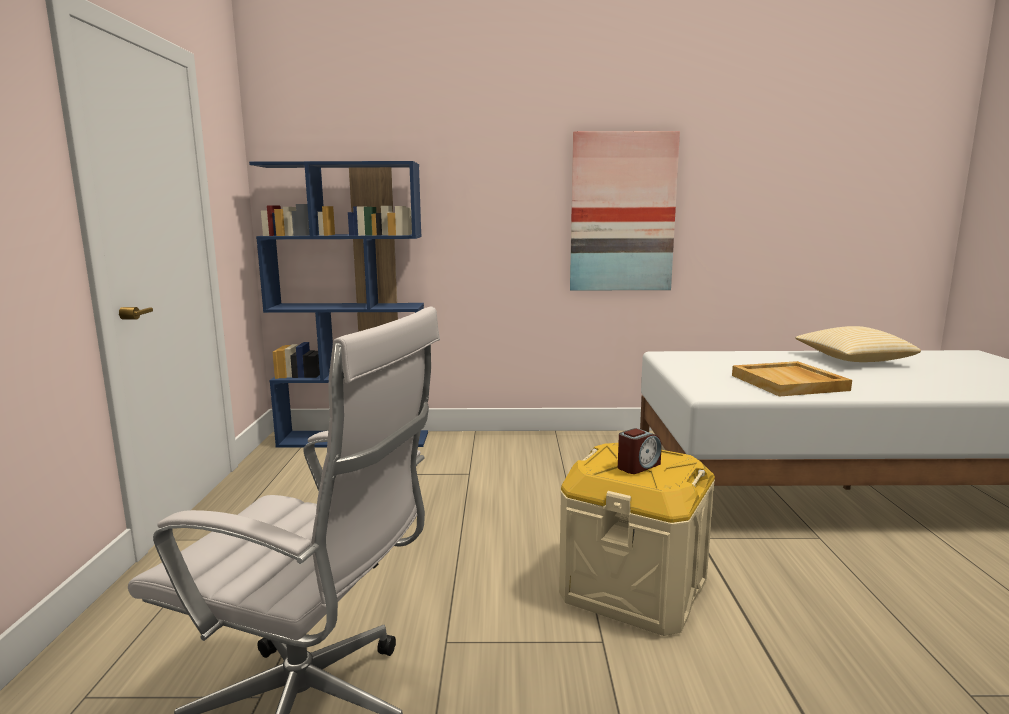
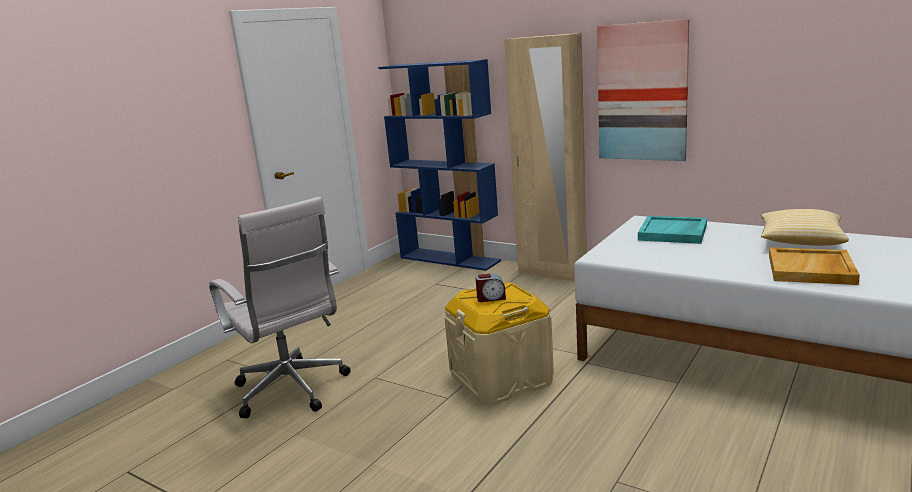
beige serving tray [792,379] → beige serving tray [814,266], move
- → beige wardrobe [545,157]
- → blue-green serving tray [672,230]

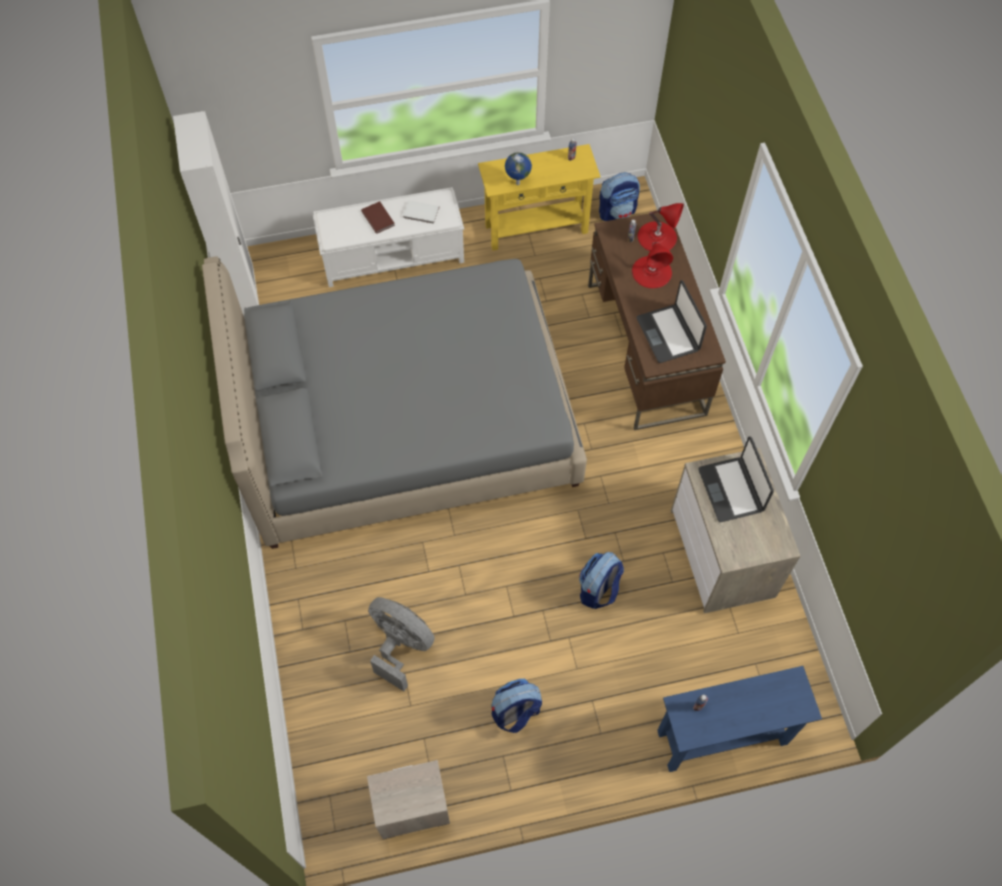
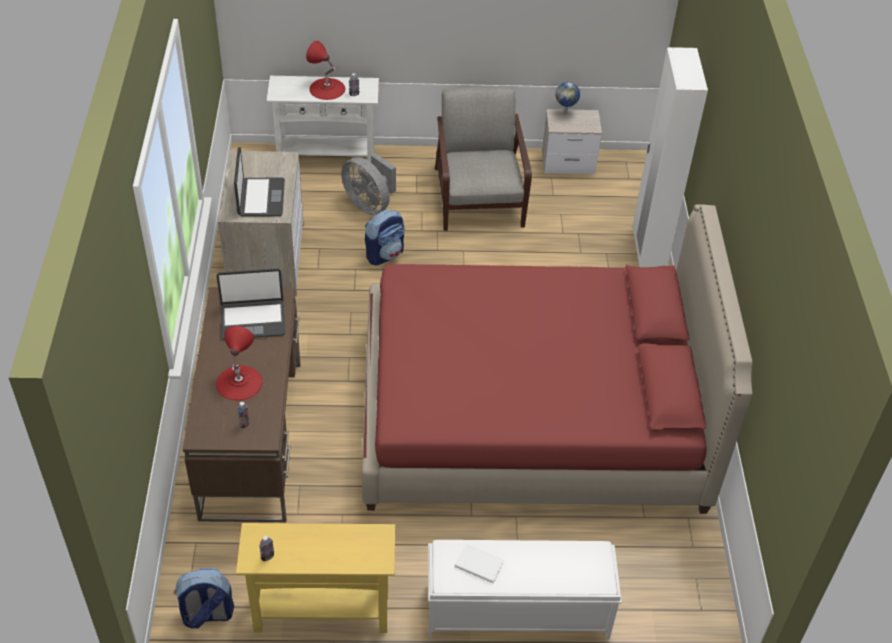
white wardrobe [216,215] → white wardrobe [670,157], move
grey sleeping bed [394,402] → reddish sleeping bed [557,359]
brown-coloured volume [378,217] → -
grey electric fan [401,644] → grey electric fan [368,184], move
knapsack [517,706] → grey lounge chair [483,158]
desk globe [518,168] → desk globe [568,98], move
portable computer [672,321] → portable computer [251,304], 90 degrees clockwise
reddish table lamp [661,227] → reddish table lamp [325,70], move
blue-coloured narrow table [739,719] → white narrow table [322,119]

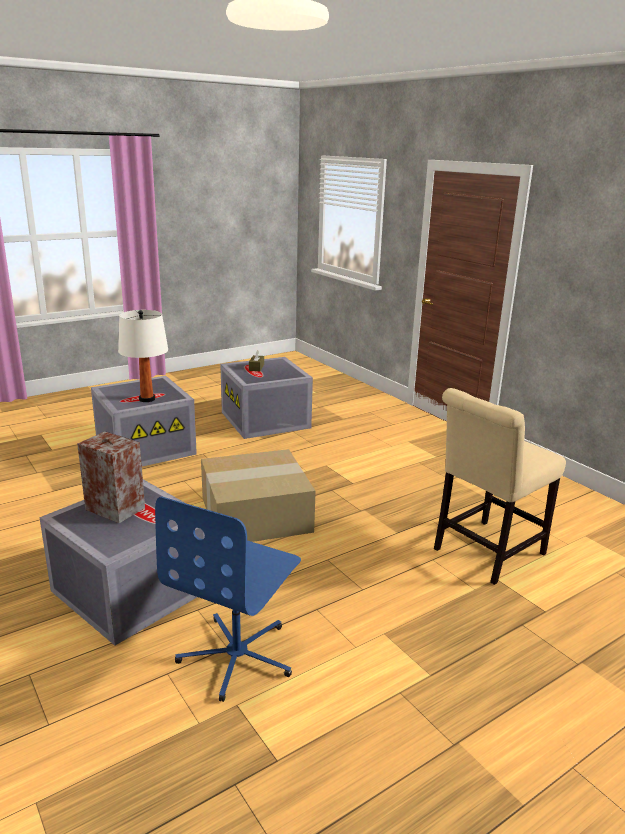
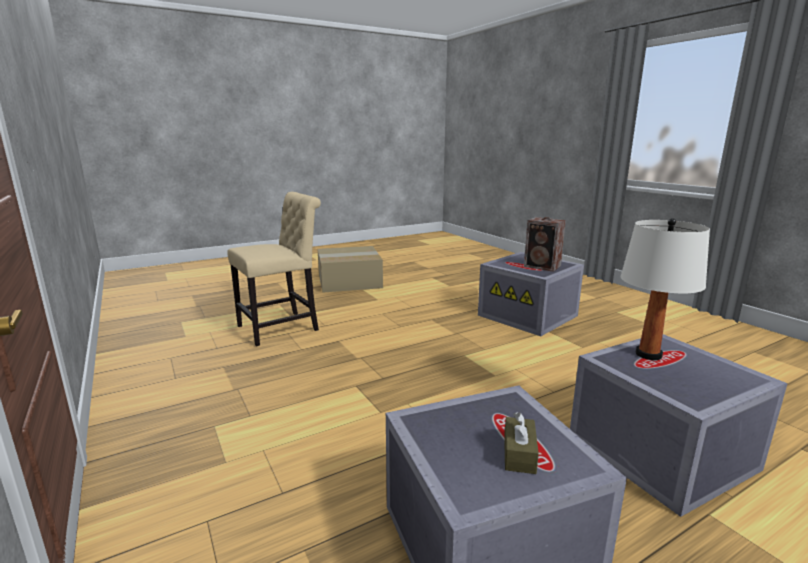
blue-coloured desk chair [228,599] → -
carton [258,495] → carton [350,269], move

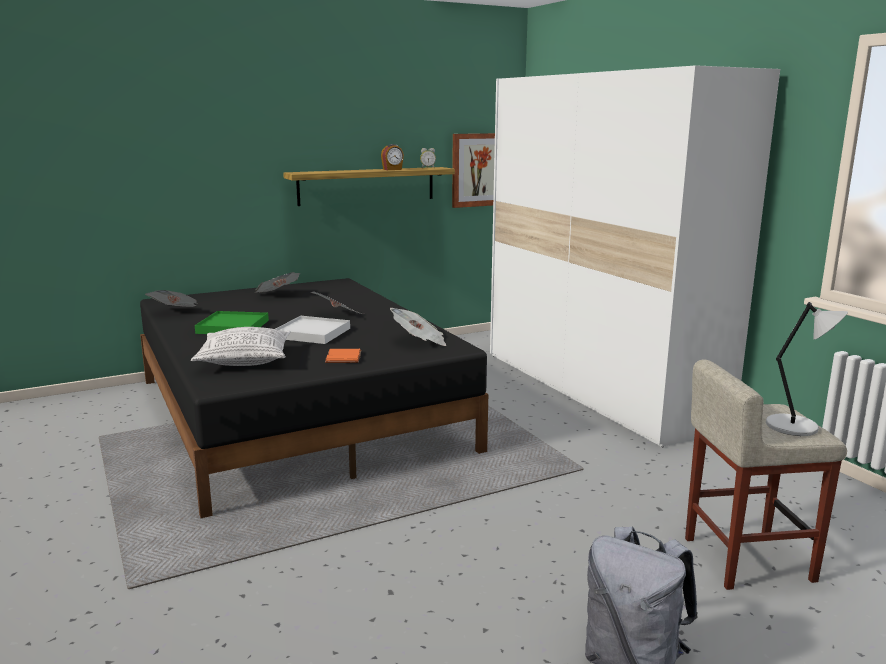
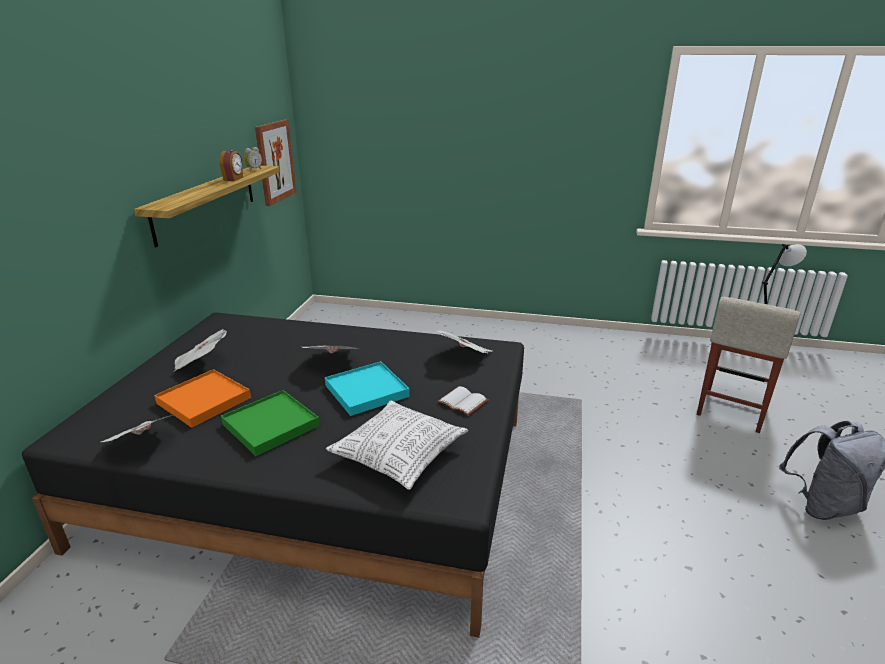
white serving tray [313,330] → blue-green serving tray [367,388]
orange volume [343,356] → white volume [462,401]
white wardrobe [635,256] → -
- → orange serving tray [202,398]

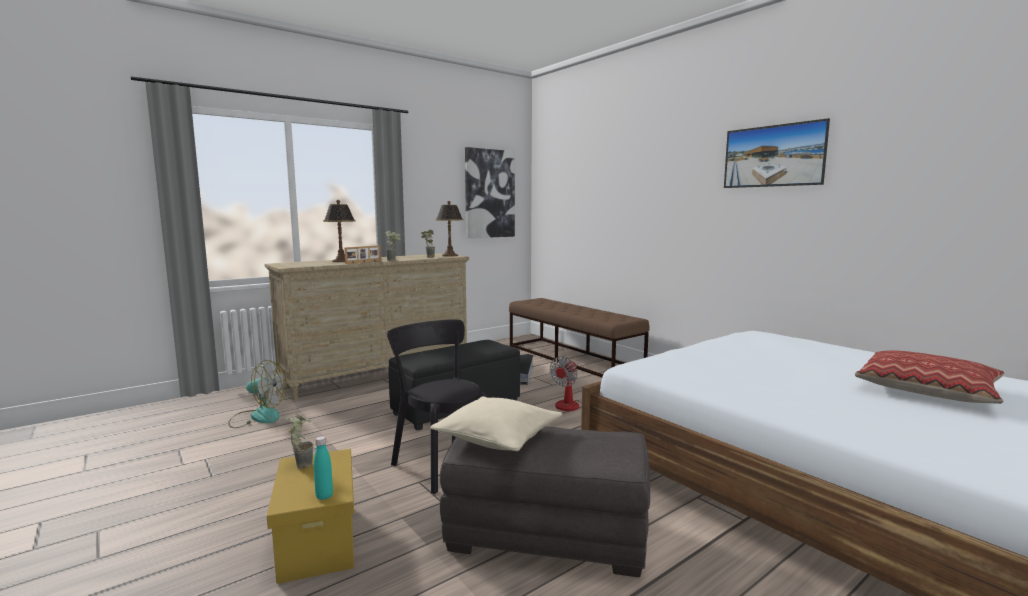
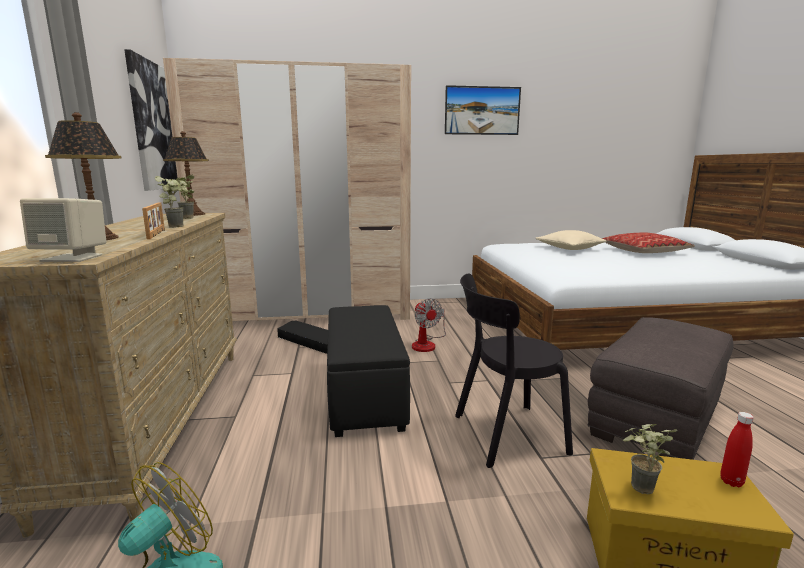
blue-green beverage bottle [323,468] → reddish beverage bottle [737,449]
beige throw pillow [496,423] → beige throw pillow [571,240], move
brown-coloured long seat [579,337] → beige wardrobe [287,189]
- → beige audio speaker [63,230]

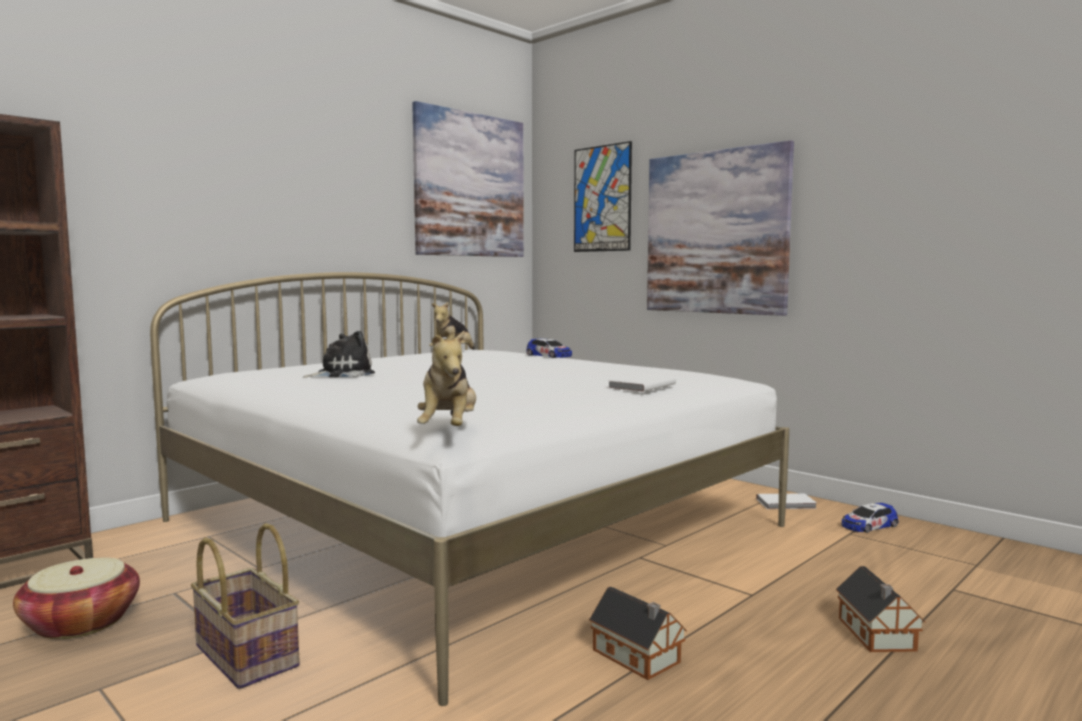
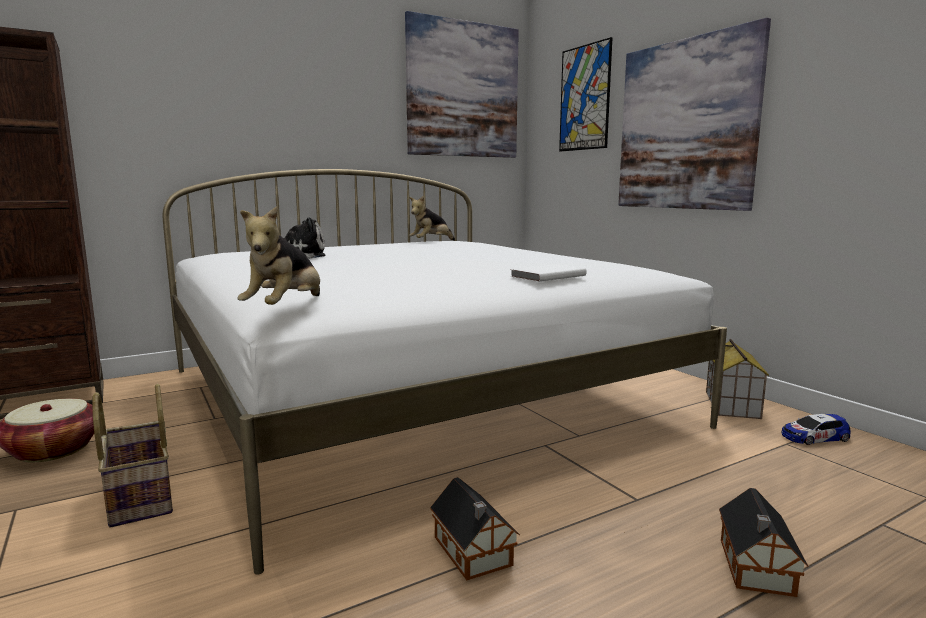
model car [549,348] → -
white volume [786,501] → miniature house [737,379]

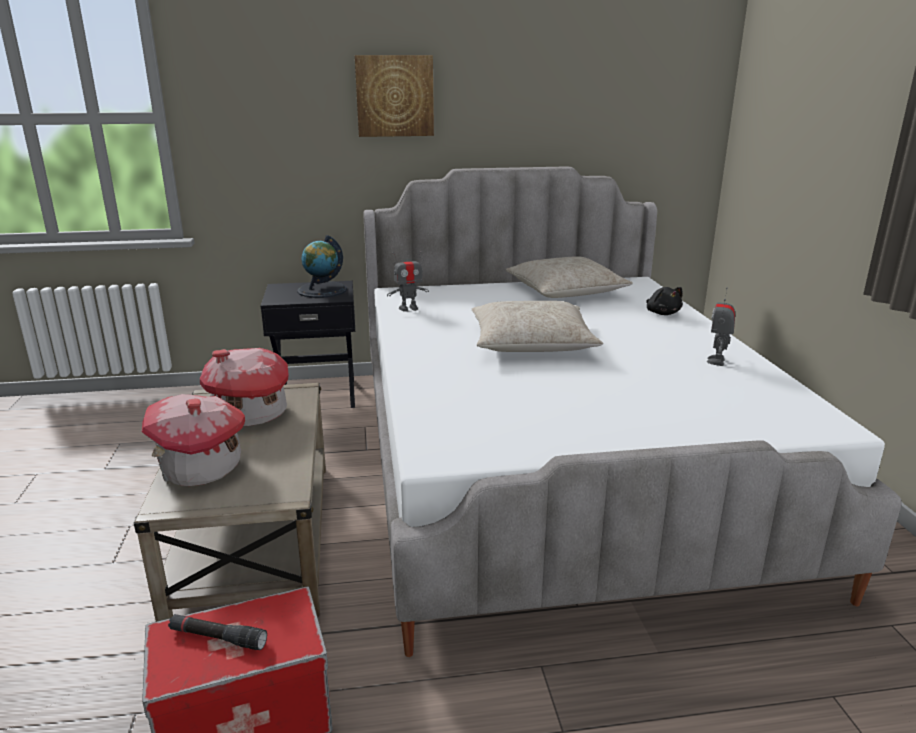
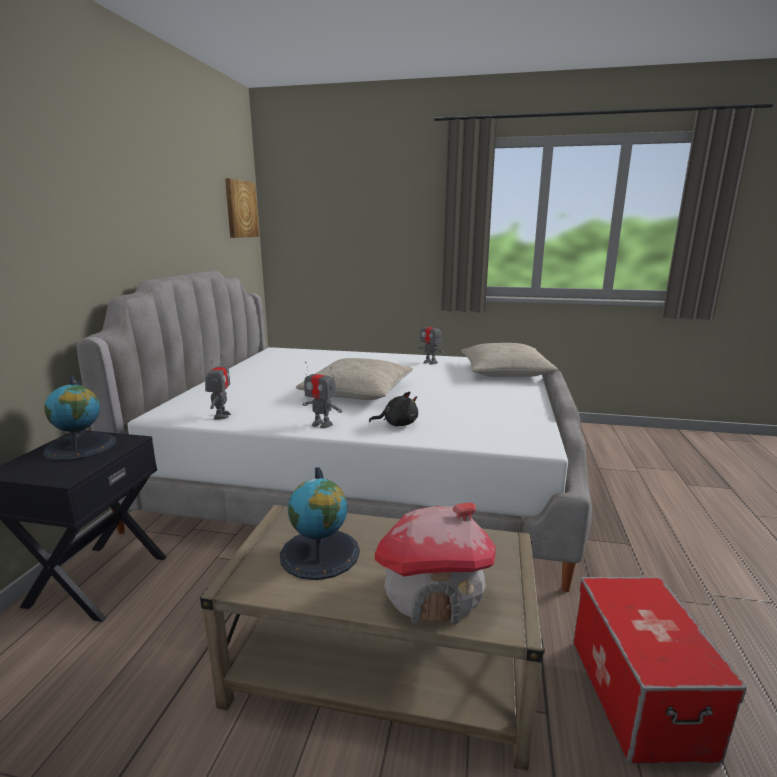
black-coloured torch [217,632] → -
miniature house [244,387] → desk globe [320,523]
wall picture [394,96] → wall picture [242,208], move
beige throw pillow [569,277] → beige throw pillow [509,360], move
black-coloured soft toy [664,301] → black-coloured soft toy [393,409], move
- → robot figure [322,395]

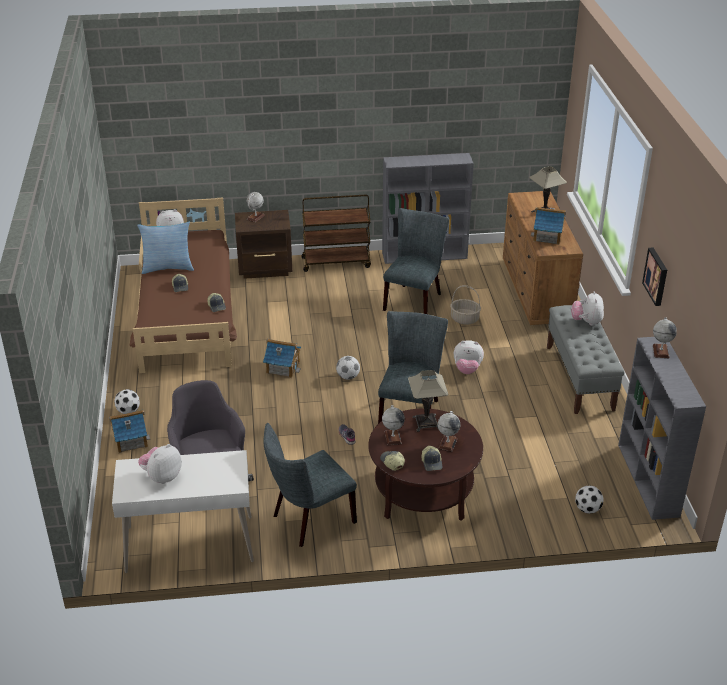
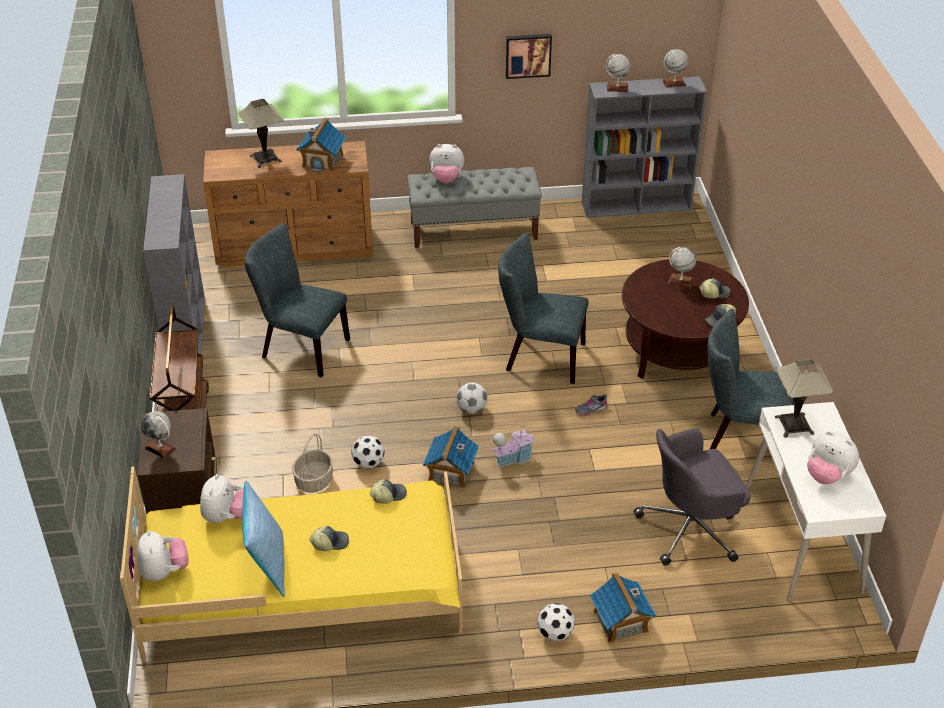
brown-coloured sleeping bed [183,285] → yellow-coloured sleeping bed [291,565]
grey chair [310,485] → grey chair [751,379], 135 degrees clockwise
desk globe [393,425] → desk globe [675,68], move
table lamp [428,401] → table lamp [804,398], move
household basket [465,304] → household basket [312,463], move
soft toy [469,357] → soft toy [222,498], move
ball for football [589,499] → ball for football [368,452], move
- → miniature house [514,446]

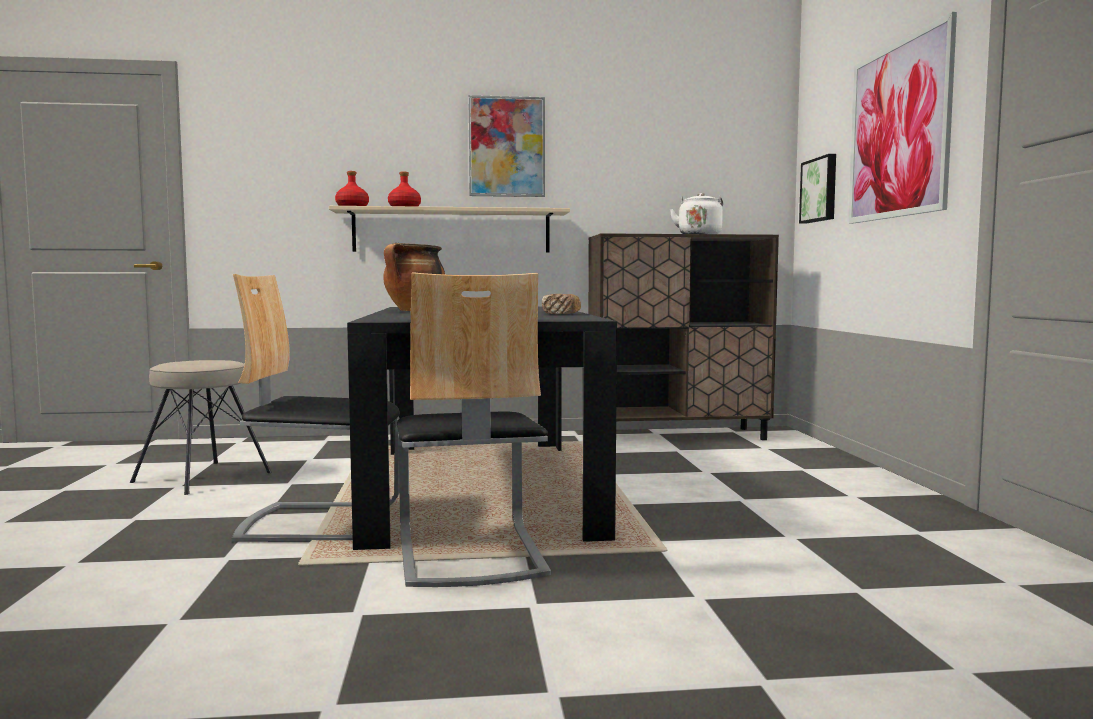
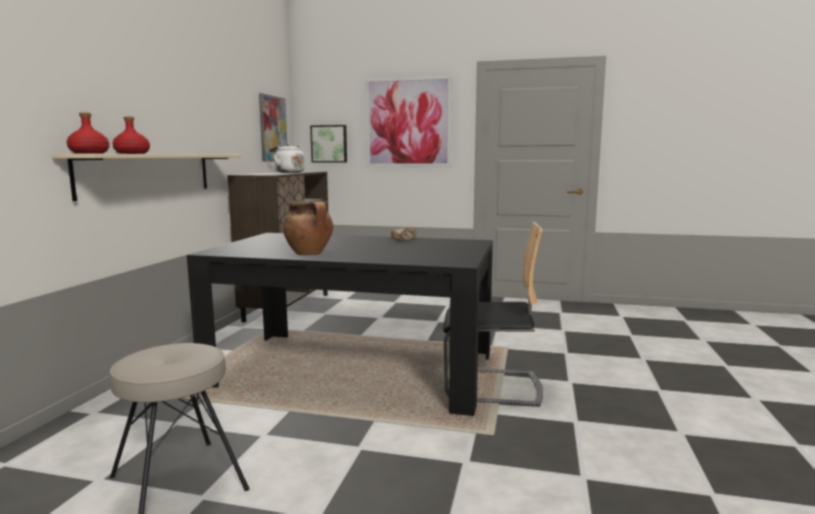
chair [316,408] → -
wall picture [506,146] → wall picture [273,127], move

